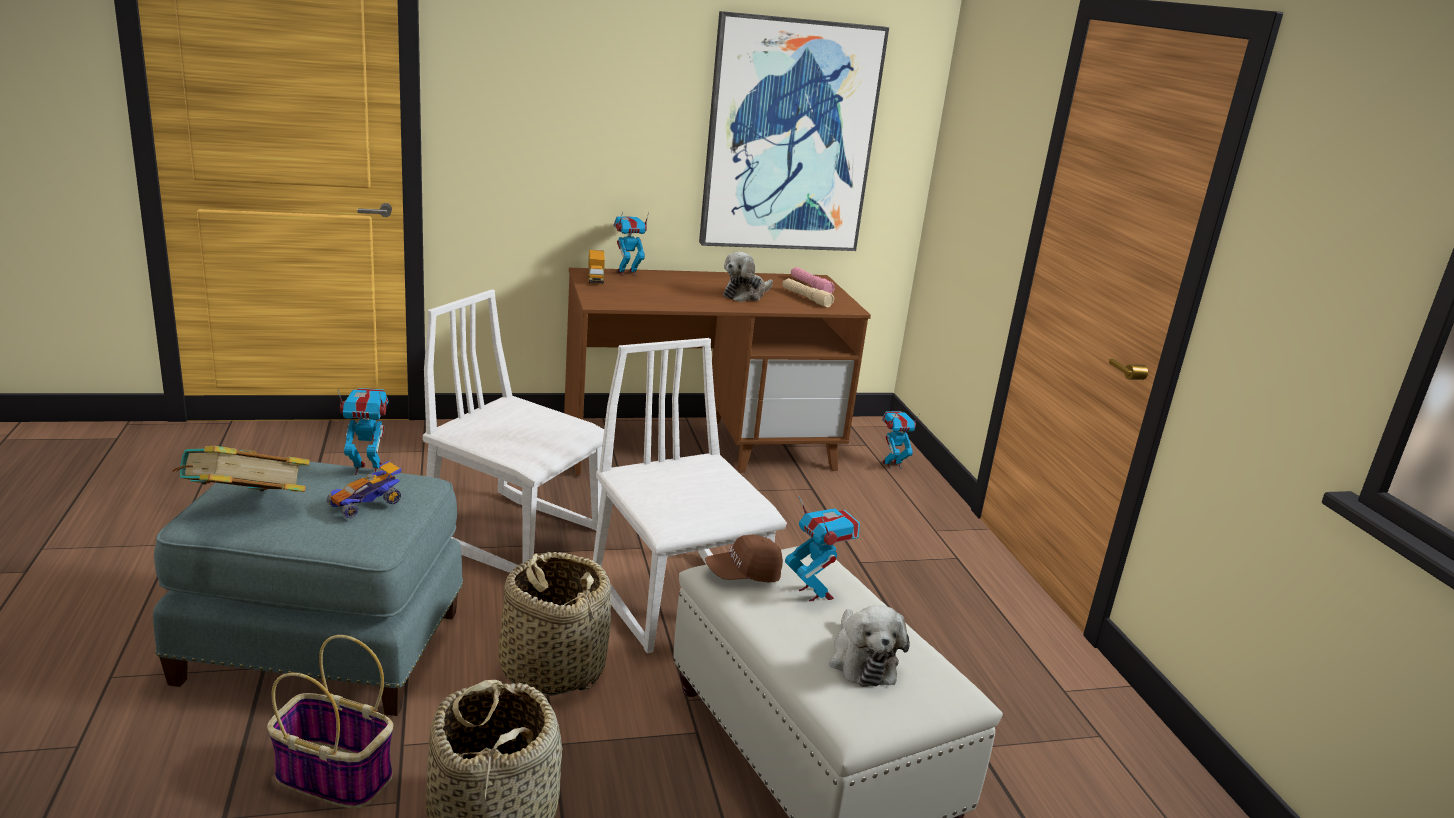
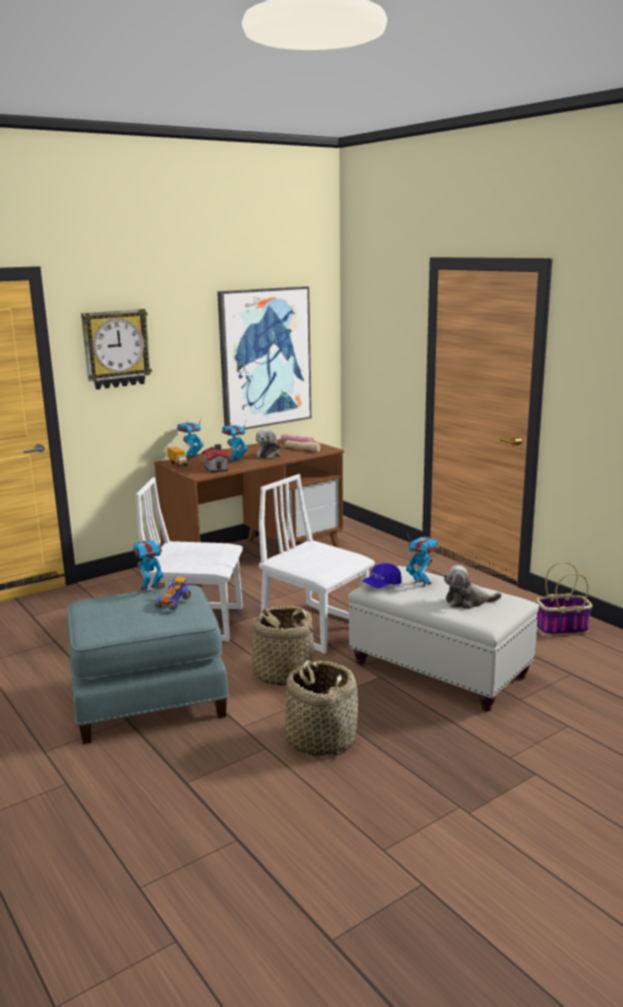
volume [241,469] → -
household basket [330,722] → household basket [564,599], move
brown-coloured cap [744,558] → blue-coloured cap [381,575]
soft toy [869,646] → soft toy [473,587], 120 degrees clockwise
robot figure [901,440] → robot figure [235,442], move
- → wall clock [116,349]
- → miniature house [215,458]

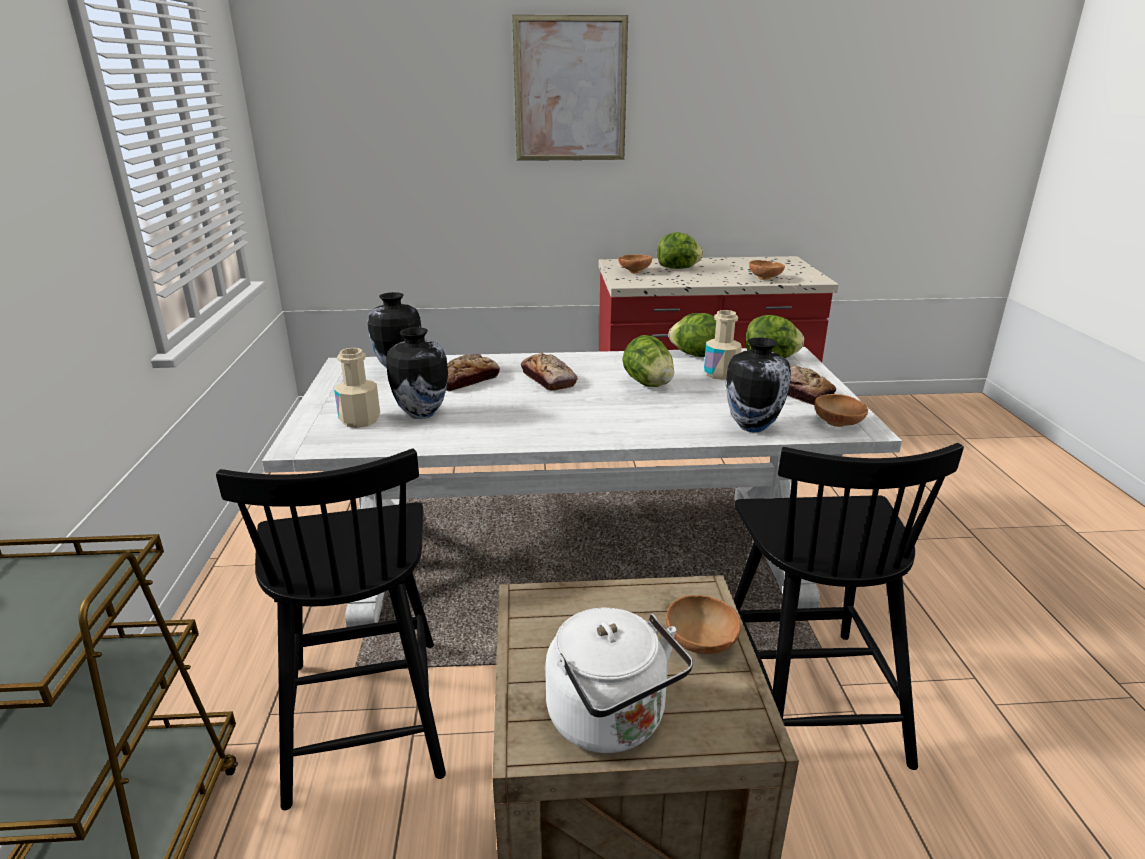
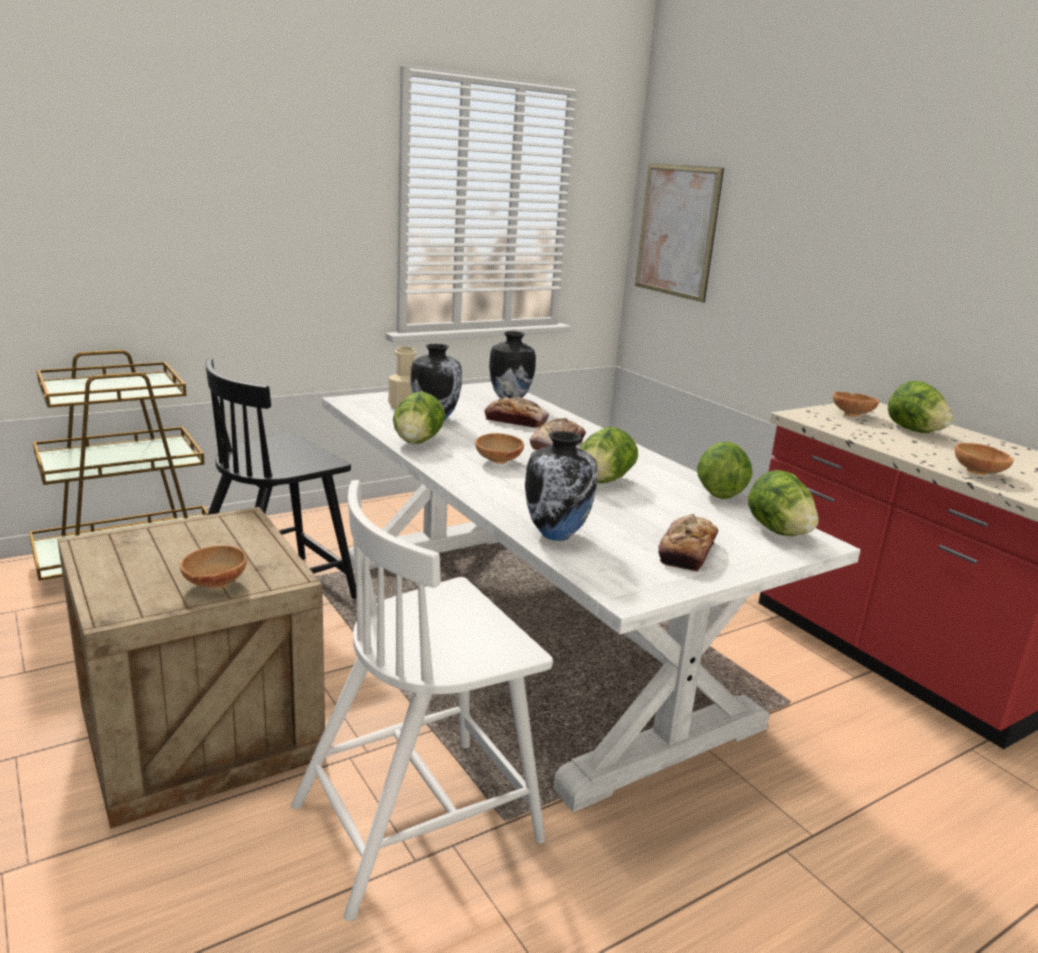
wall picture [570,88] → wall picture [679,233], move
white kettle [619,680] → -
beige beverage bottle [723,345] → -
black-coloured chair [848,606] → white chair [422,700]
brown-coloured bowl [841,410] → brown-coloured bowl [499,448], move
- → lettuce [419,417]

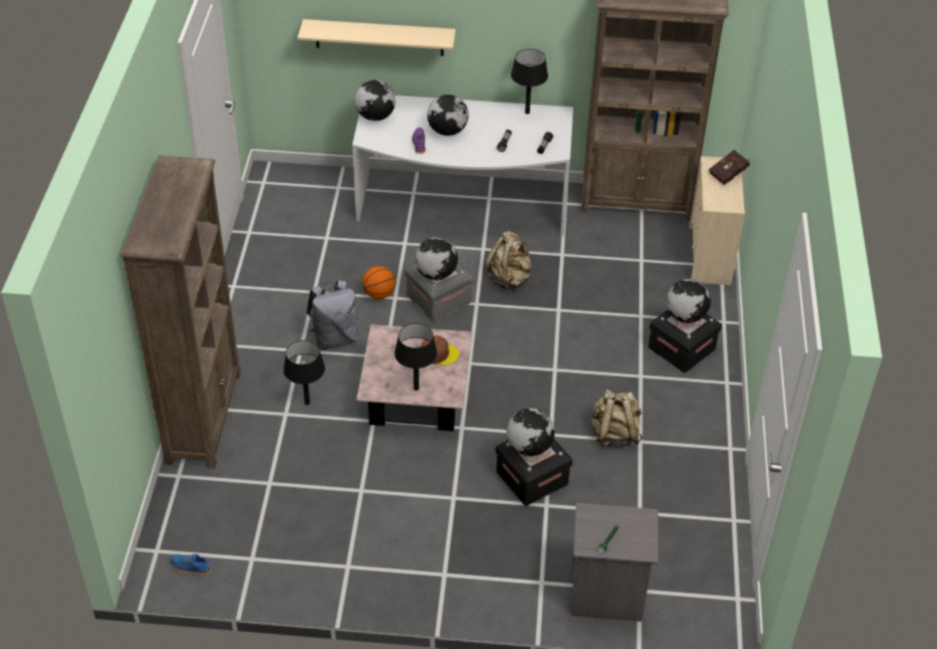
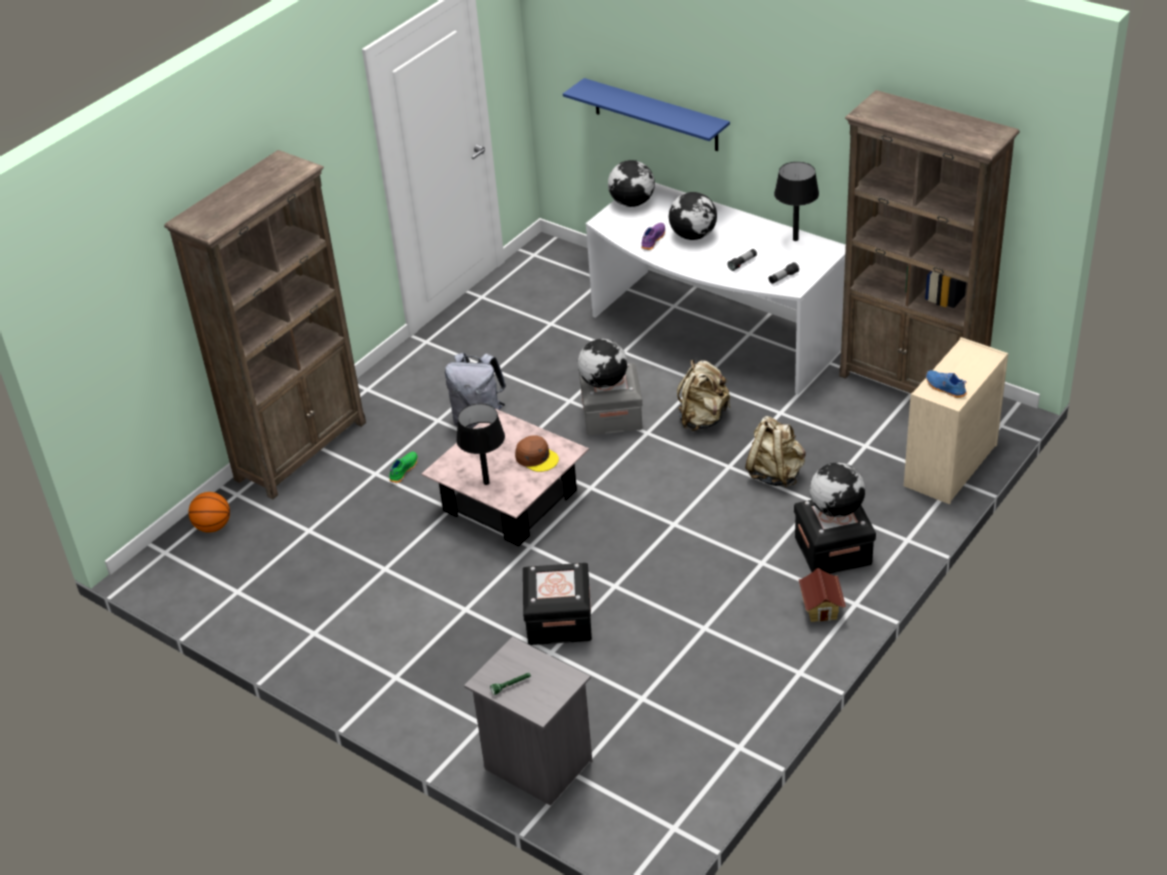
blue-coloured low shoe [191,564] → blue-coloured low shoe [946,384], move
black-coloured table lamp [304,372] → green-coloured low shoe [403,467]
beige bracket shelf [376,37] → blue-coloured bracket shelf [646,114]
basketball ball [378,282] → basketball ball [209,512], move
desk globe [530,432] → -
beige knapsack [617,418] → beige knapsack [775,451], move
reddish volume [729,167] → -
- → miniature house [822,595]

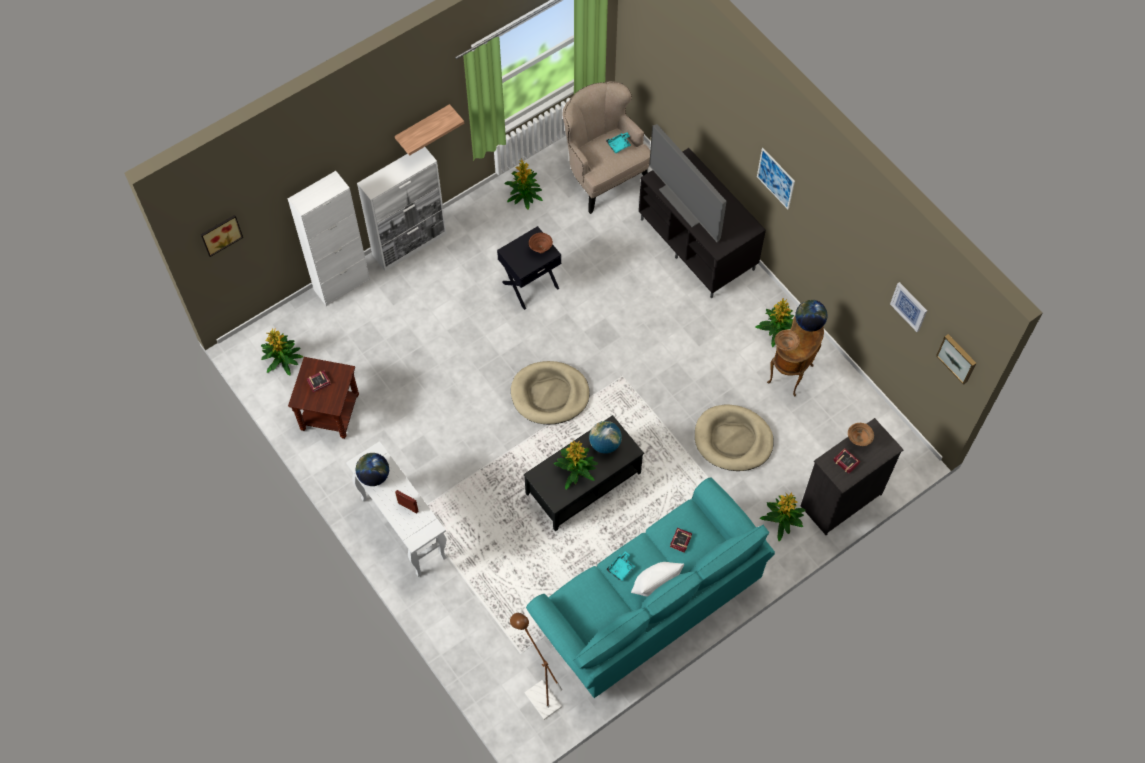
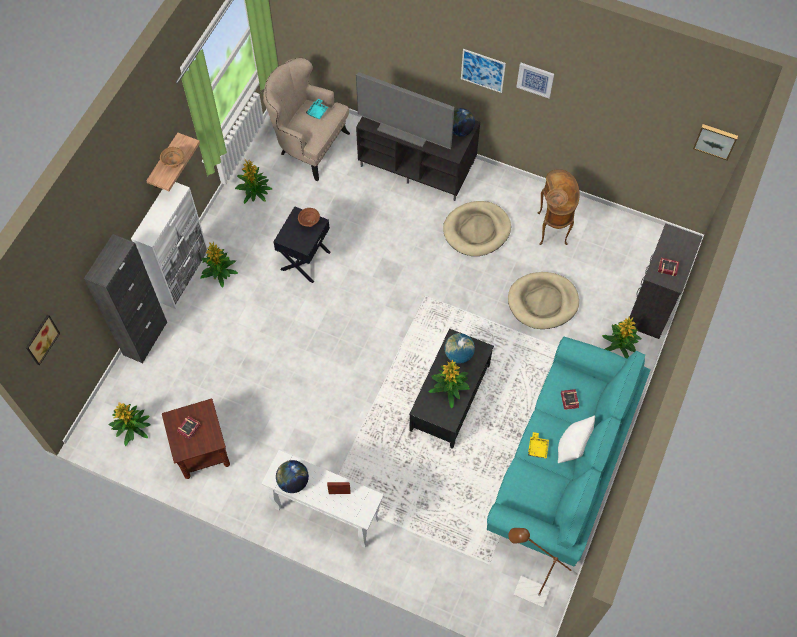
white cabinet [329,238] → black-coloured cabinet [125,298]
beige dog bed [550,392] → beige dog bed [477,228], move
blue-green serving tray [621,566] → yellow-coloured serving tray [538,445]
houseplant [774,322] → houseplant [219,265], move
desk globe [811,315] → desk globe [464,122], move
brown-coloured bowl [861,434] → brown-coloured bowl [172,157], move
wall picture [908,307] → wall picture [535,80], move

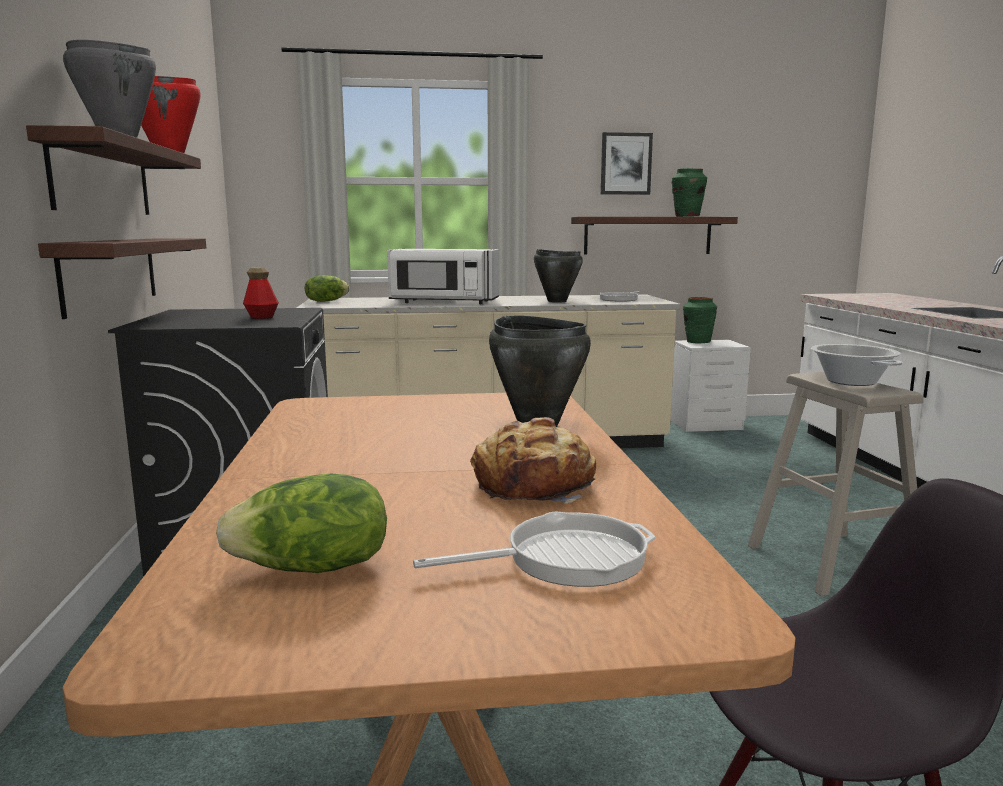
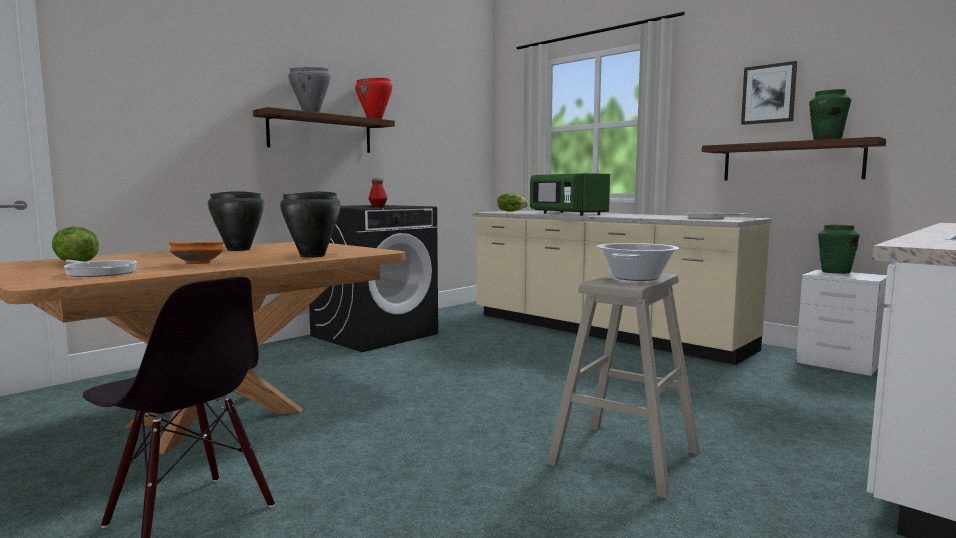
bracket shelf [122,278] → -
white microwave oven [443,276] → green-coloured microwave oven [570,194]
bakery bread [533,460] → orange bowl [196,252]
black-coloured saucepot [558,276] → black-coloured saucepot [236,221], move

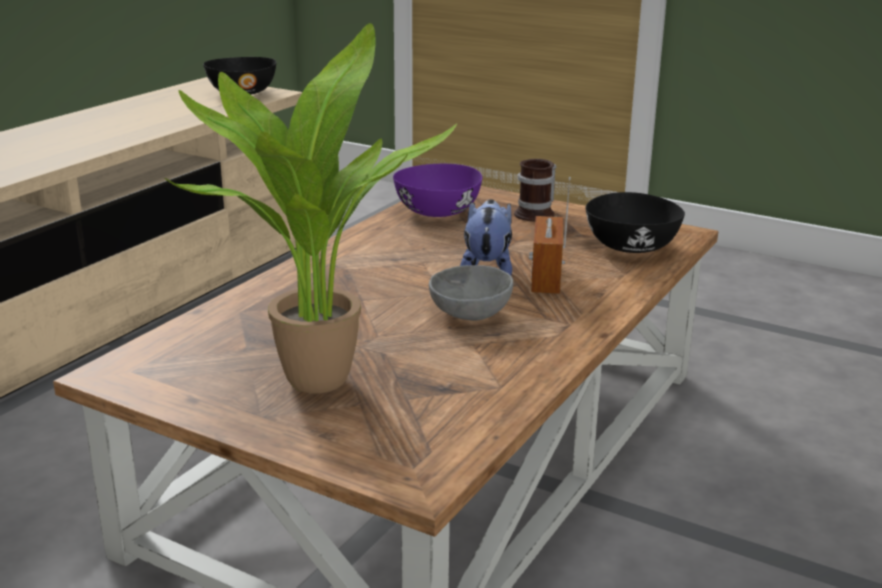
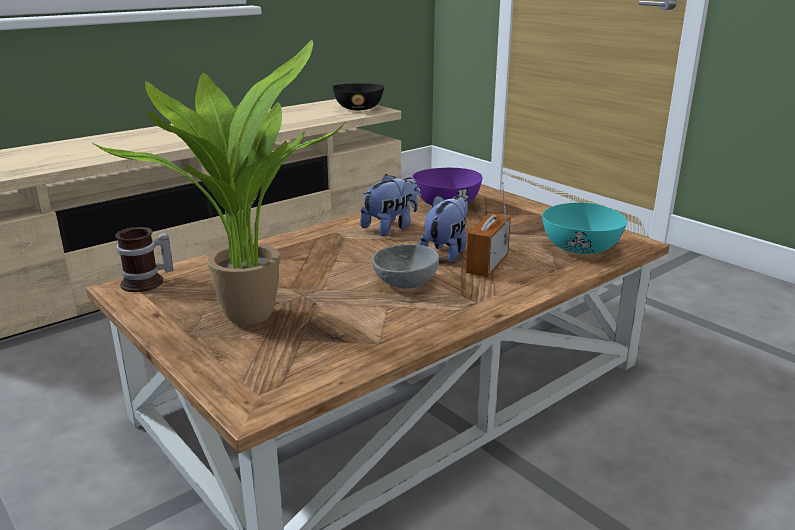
coffee mug [535,190] → coffee mug [144,259], move
black-coloured bowl [635,222] → blue-green bowl [584,228]
- → soft toy [389,205]

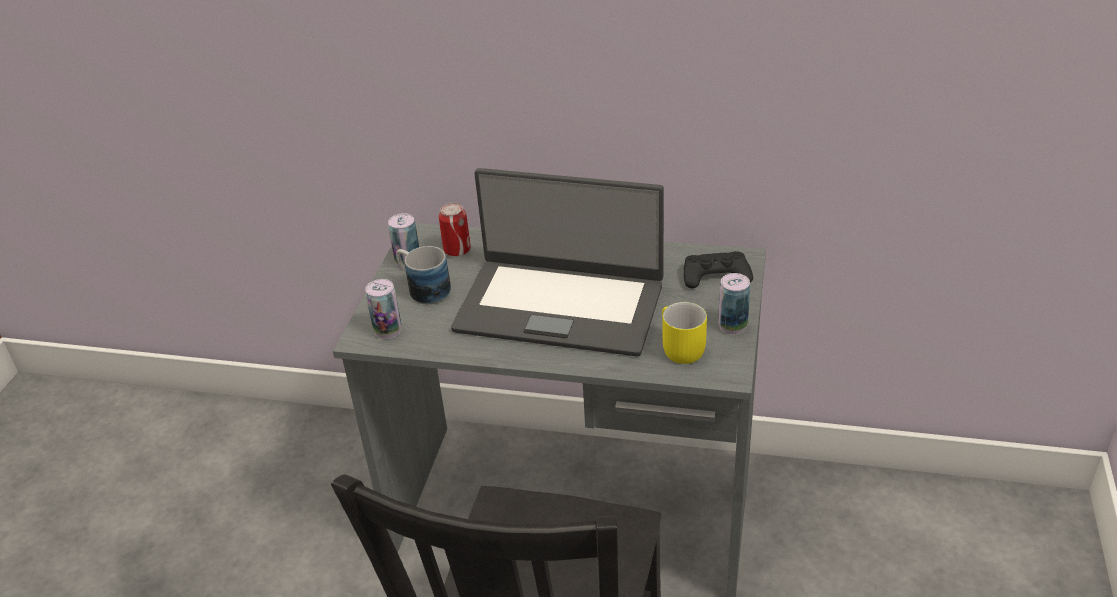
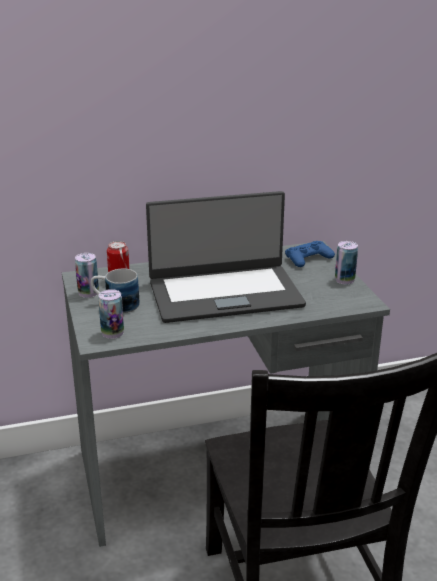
yellow-coloured coffee mug [684,333] → -
black-coloured gamepad [718,270] → blue-coloured gamepad [310,254]

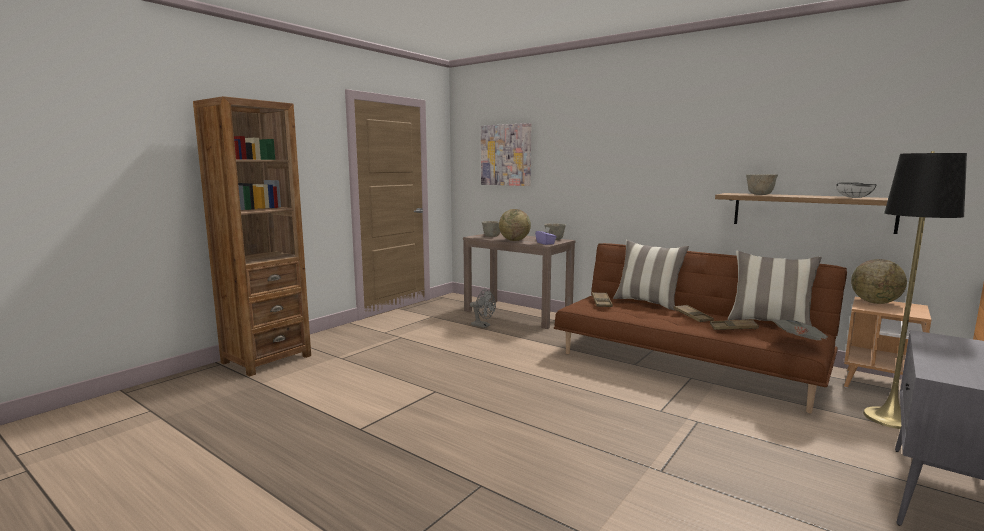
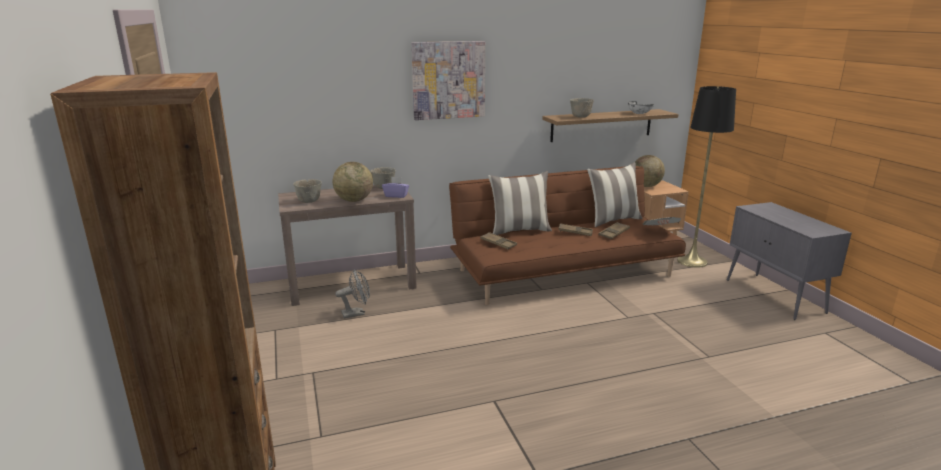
wall picture [506,154] → wall picture [448,80], move

